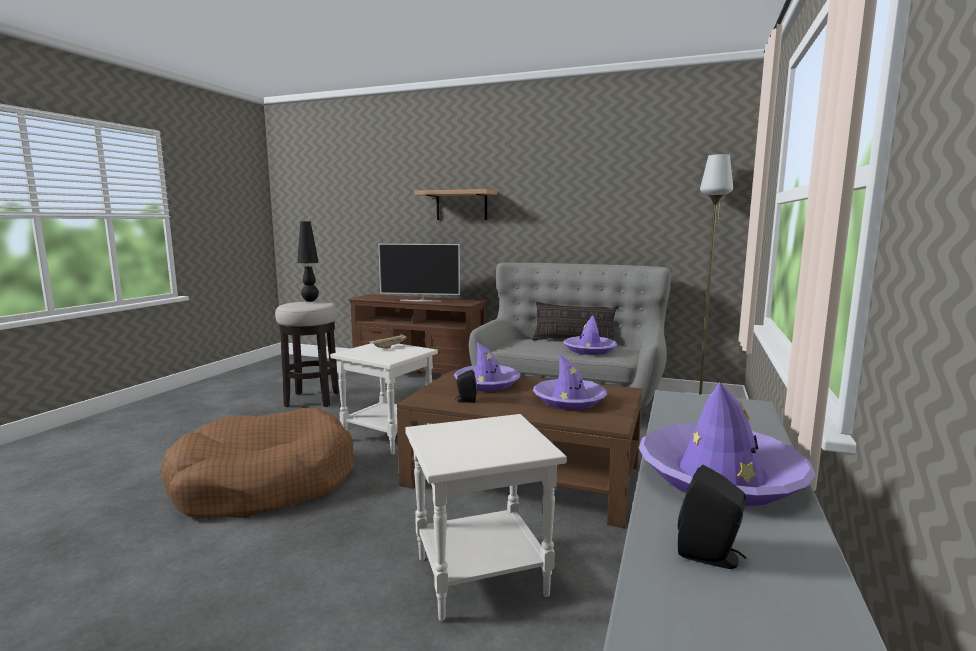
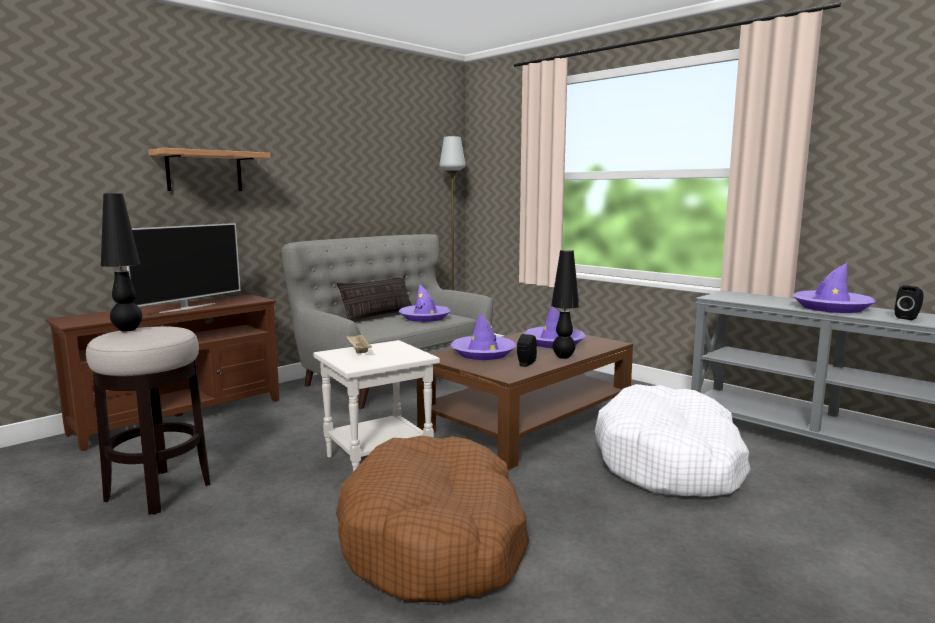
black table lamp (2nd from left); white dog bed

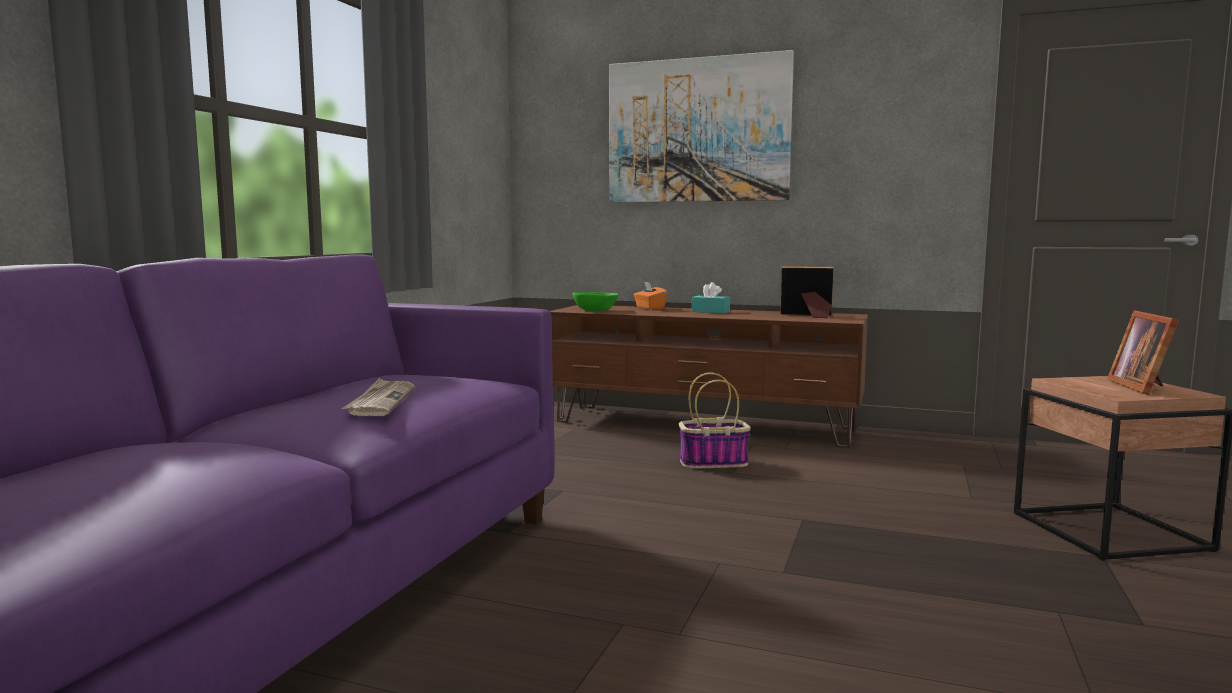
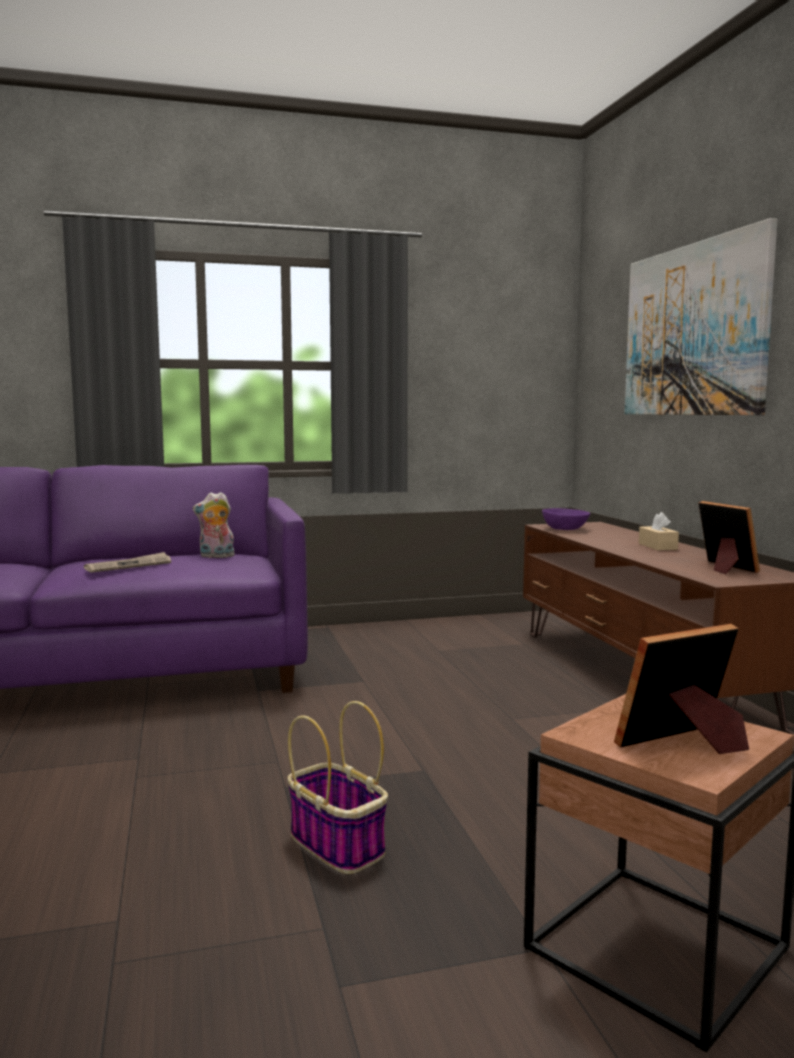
orange tissue box; plush toy; basket; purple bowl; beige tissue box

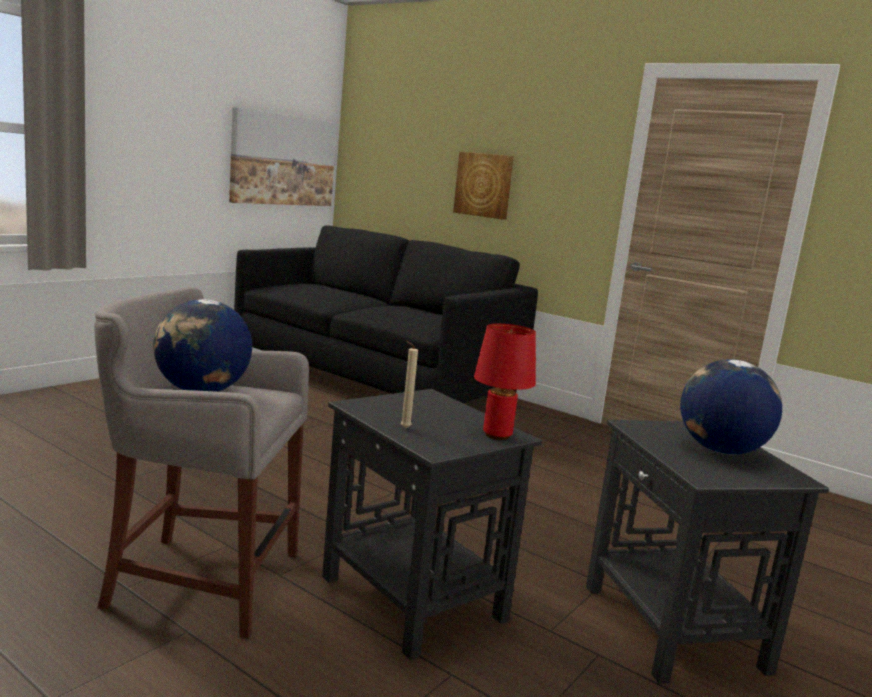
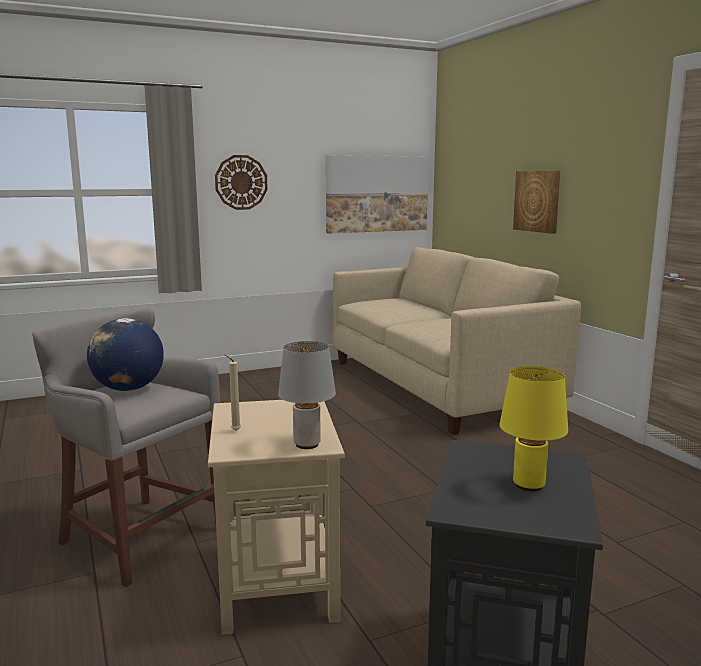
wall clock; yellow table lamp; beige sofa; beige side table; grey table lamp

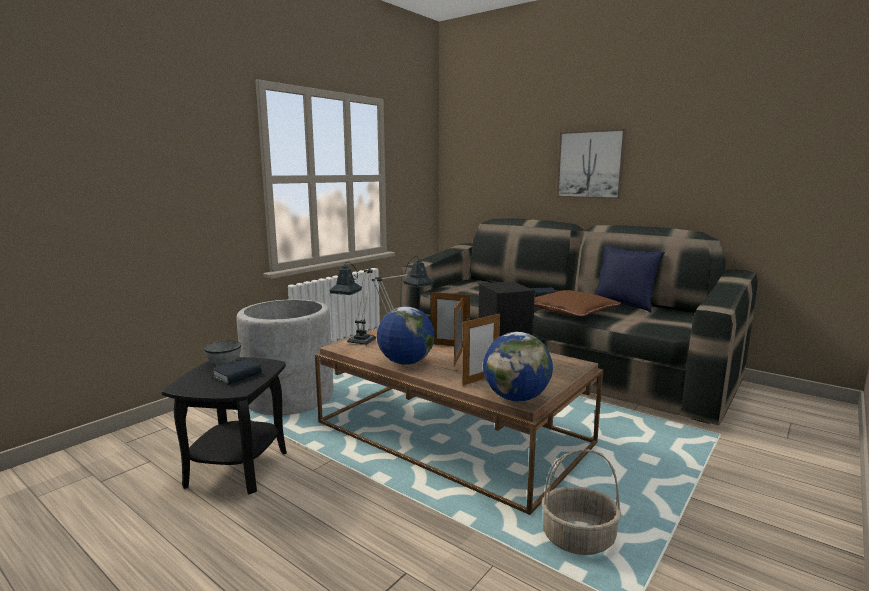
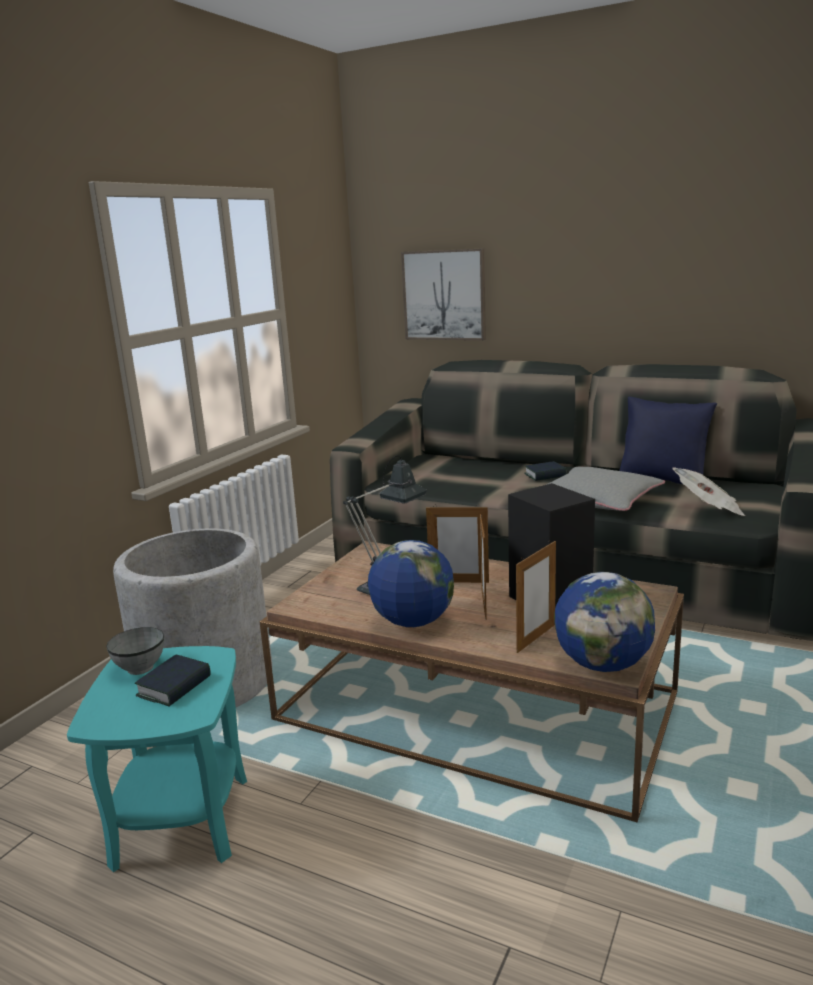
table lamp (1st from left in the first image); basket; newspaper; picture; turquoise side table; grey pillow

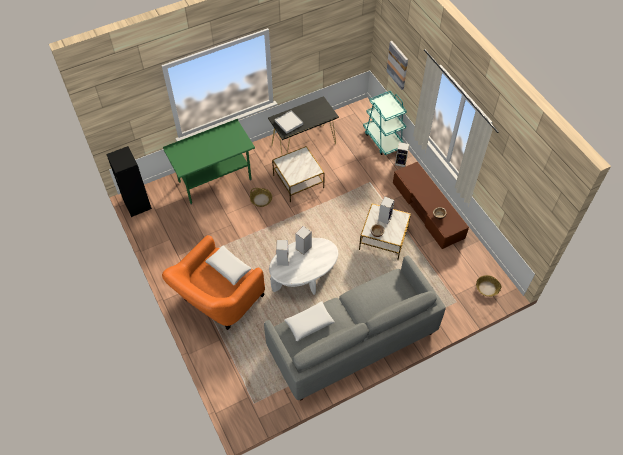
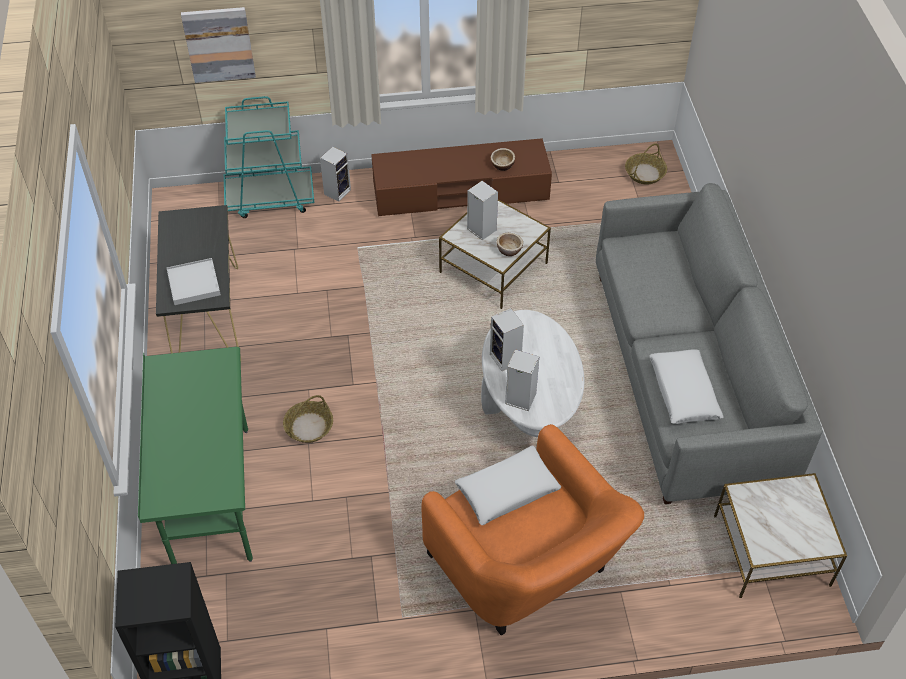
side table (2nd from left)

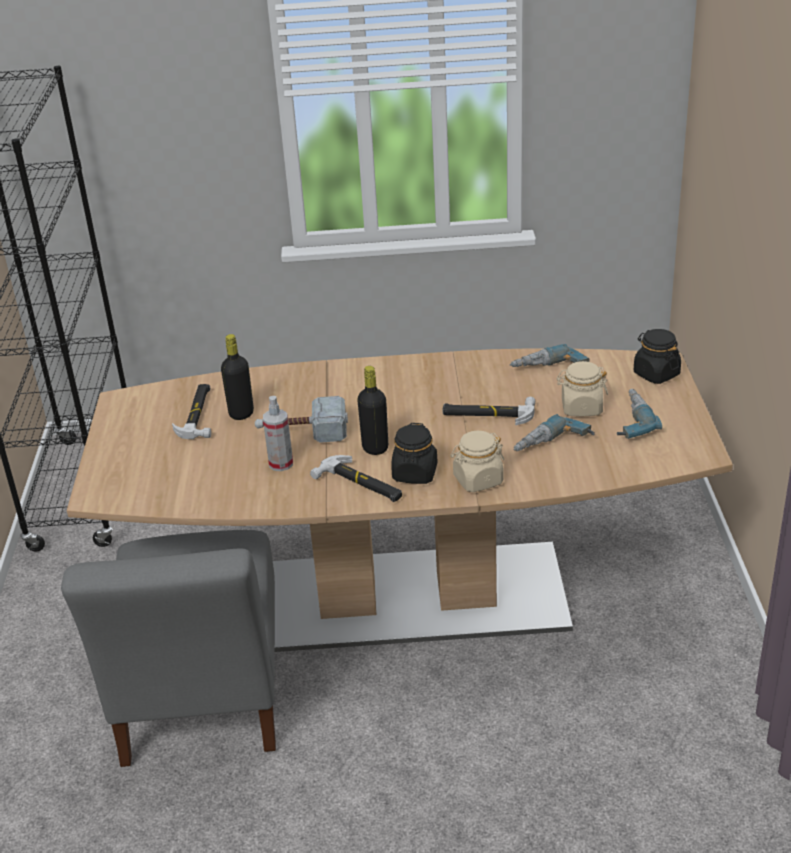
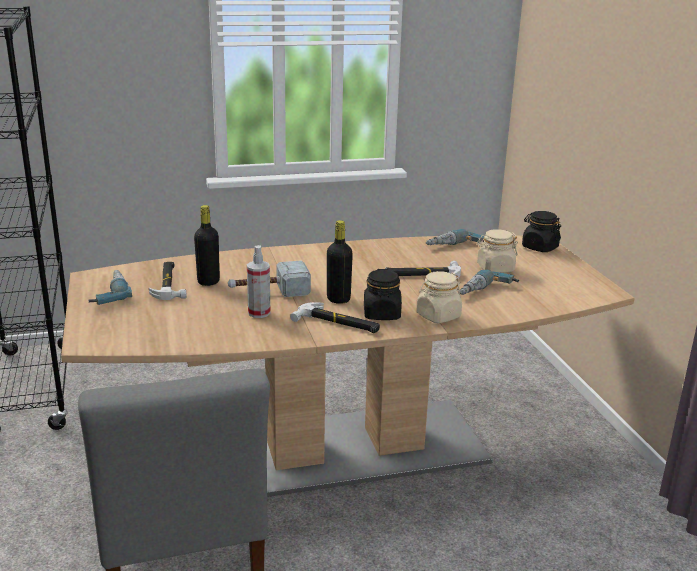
power drill (1st from left)

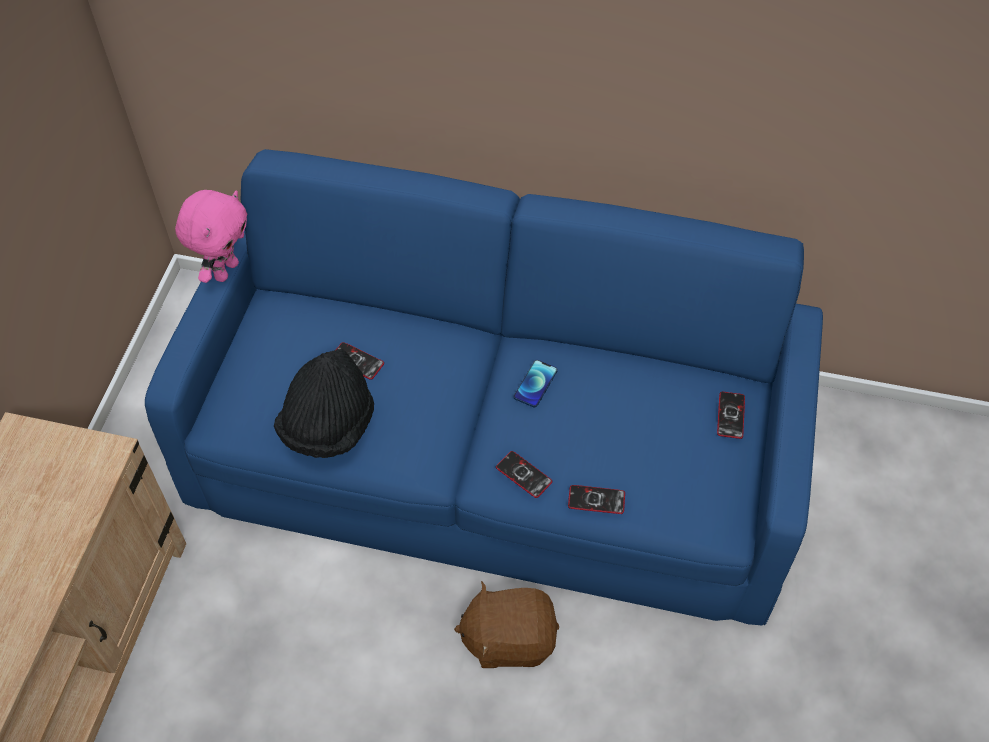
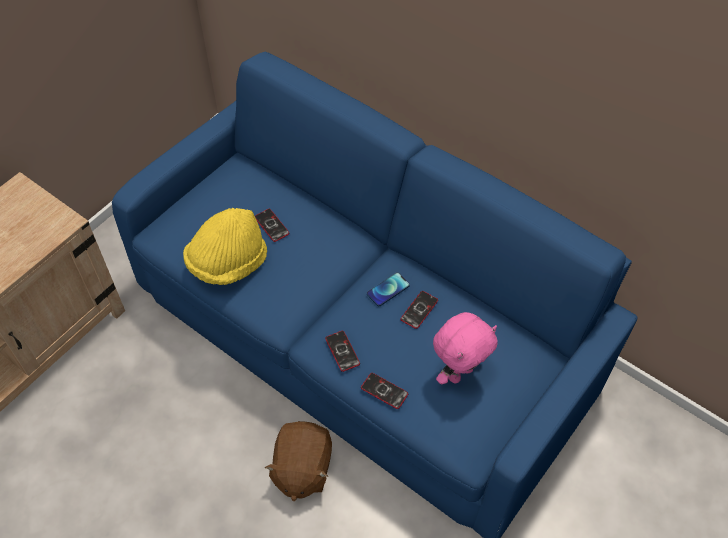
pink plush toy; phone (5th from left); yellow hat; brown plush toy

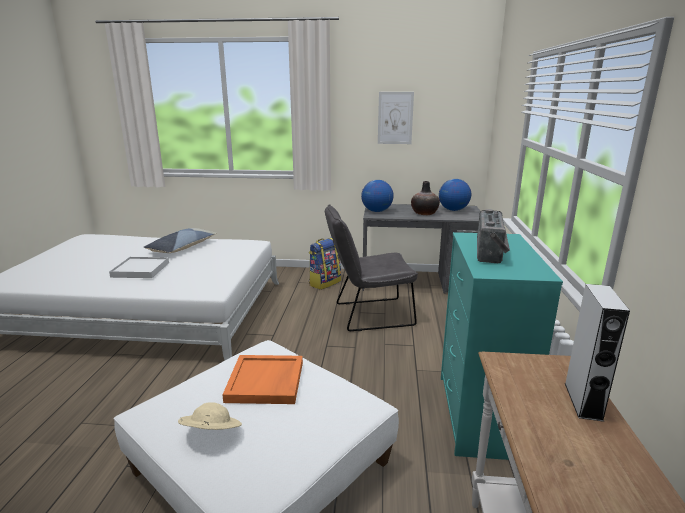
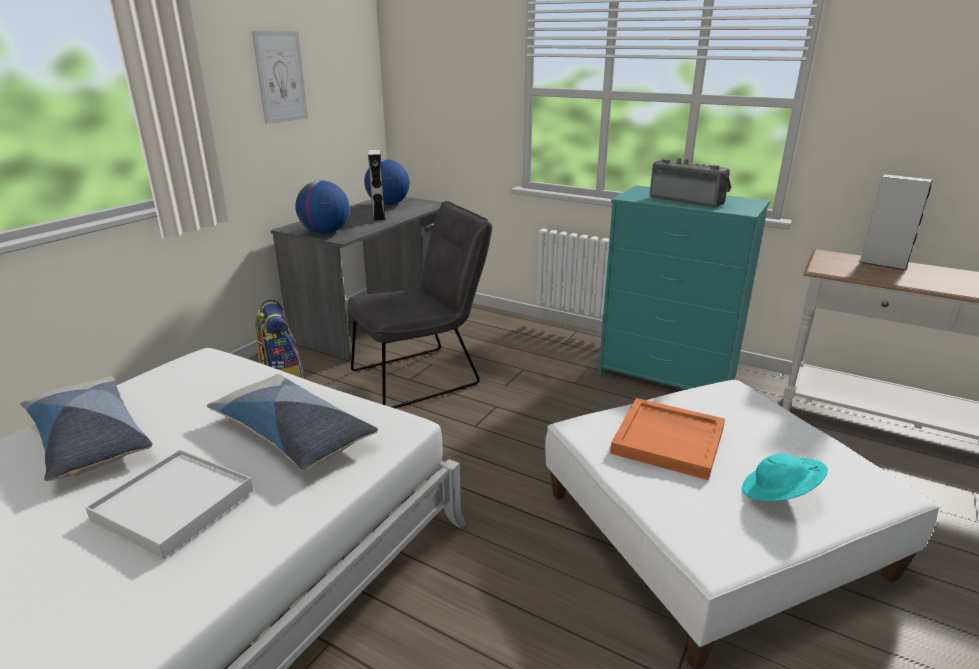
pillow (2nd from left); grey speaker (1st from left); turquoise hat; grey chair

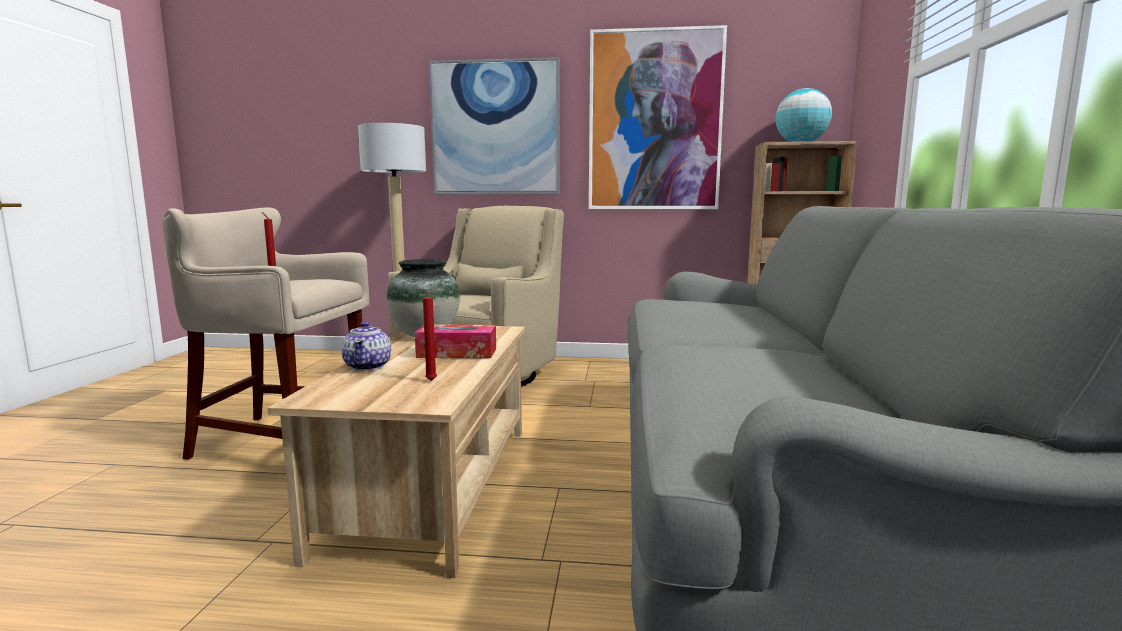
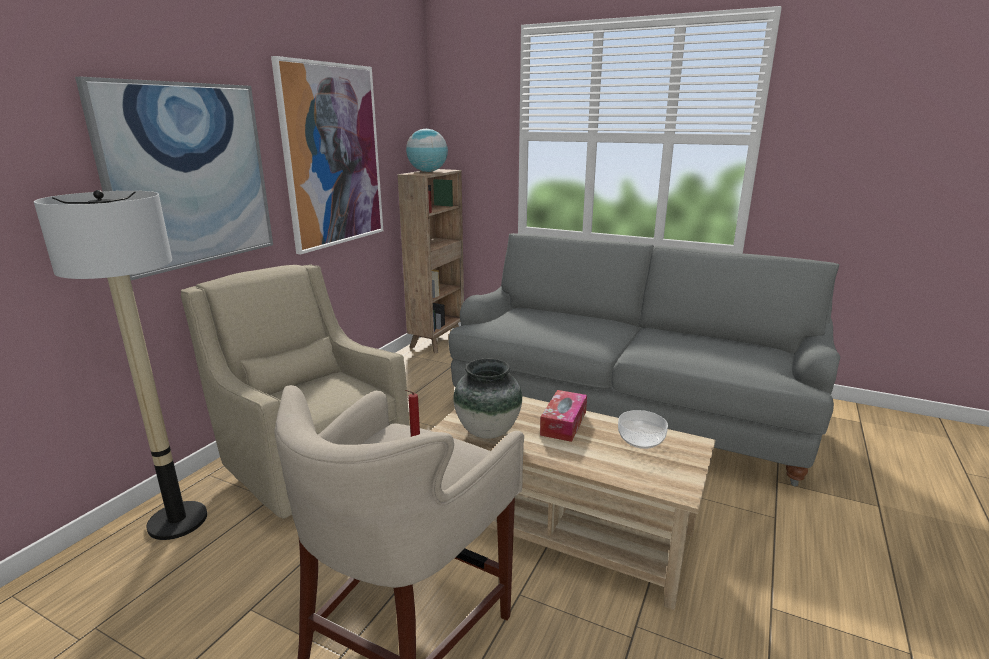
teapot; bowl

